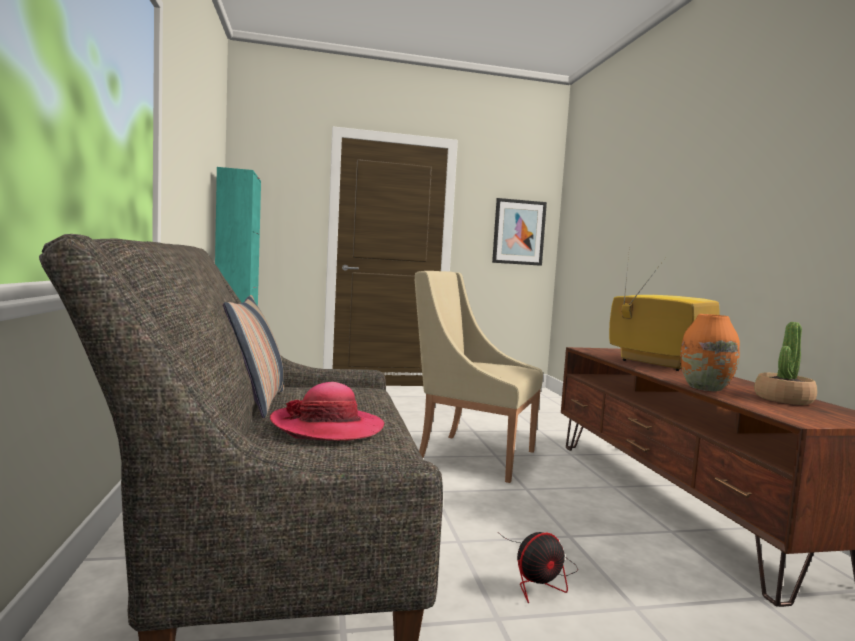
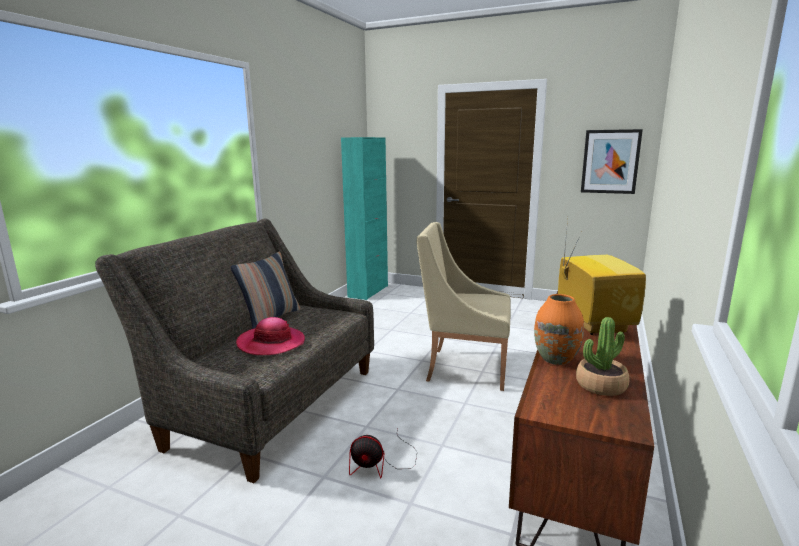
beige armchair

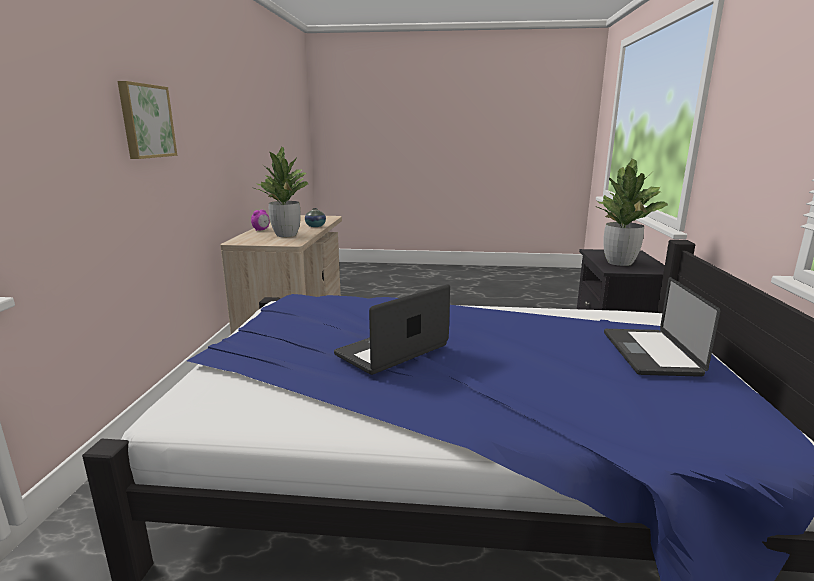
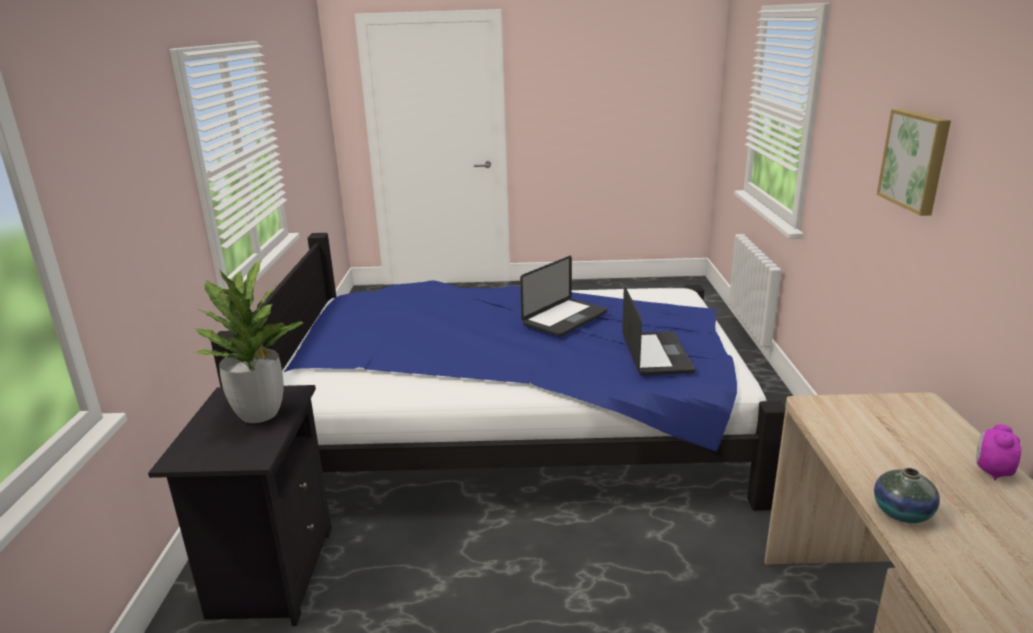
potted plant (1st from left in the first image); laptop (2nd from left)

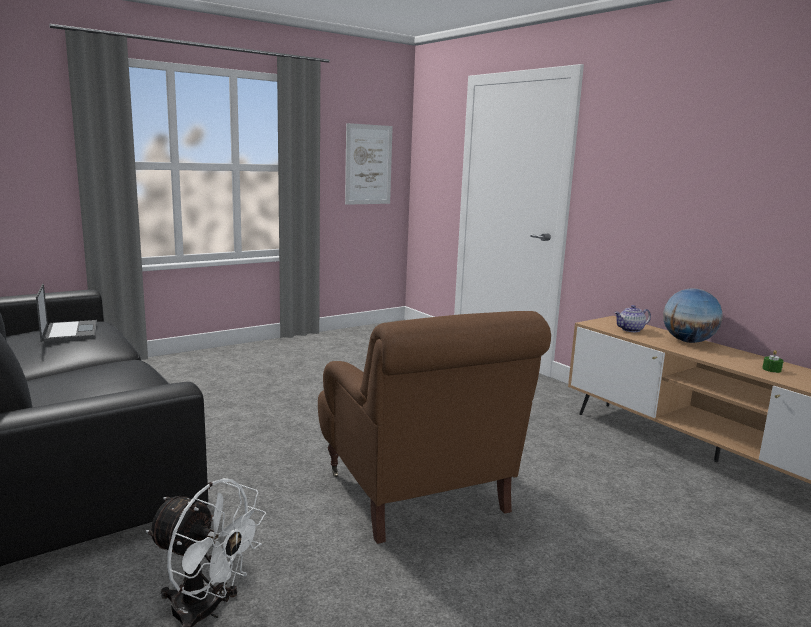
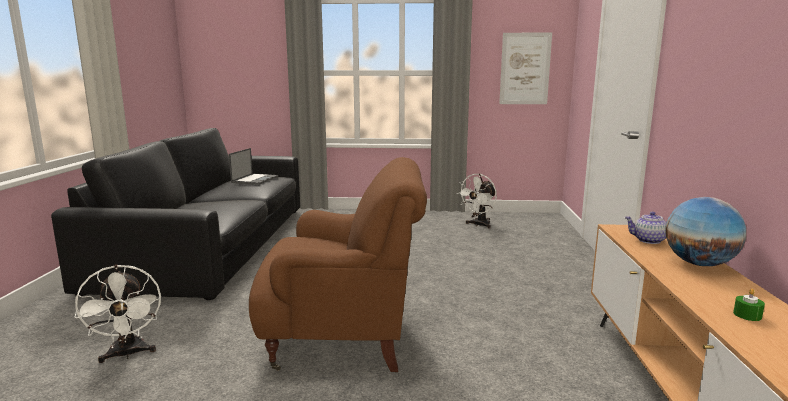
white fan (2nd from left); brown armchair

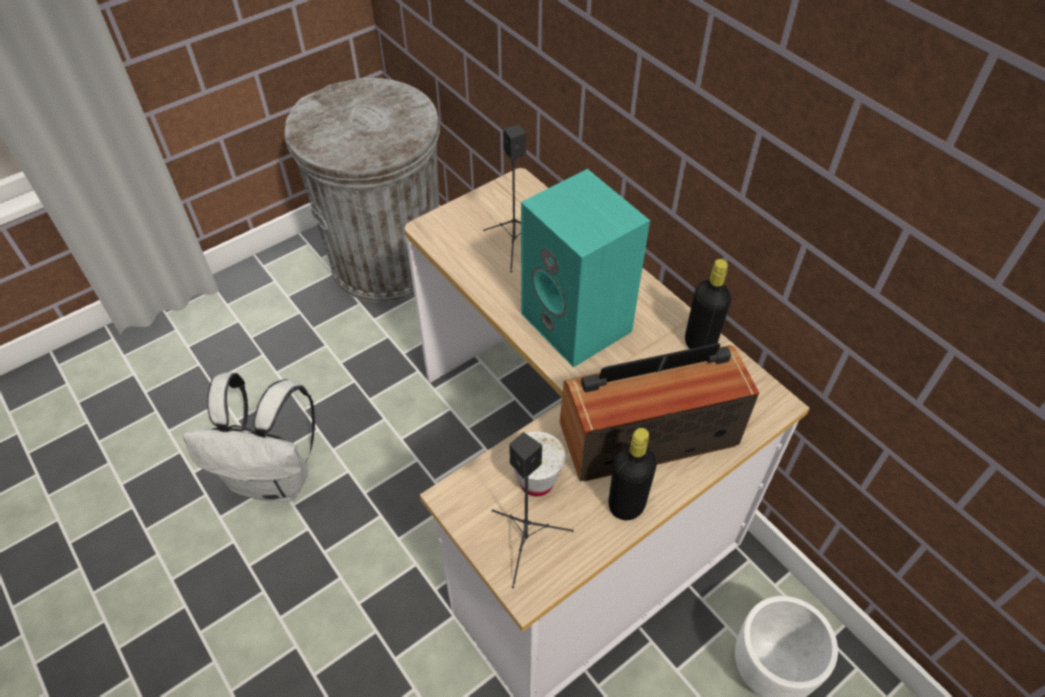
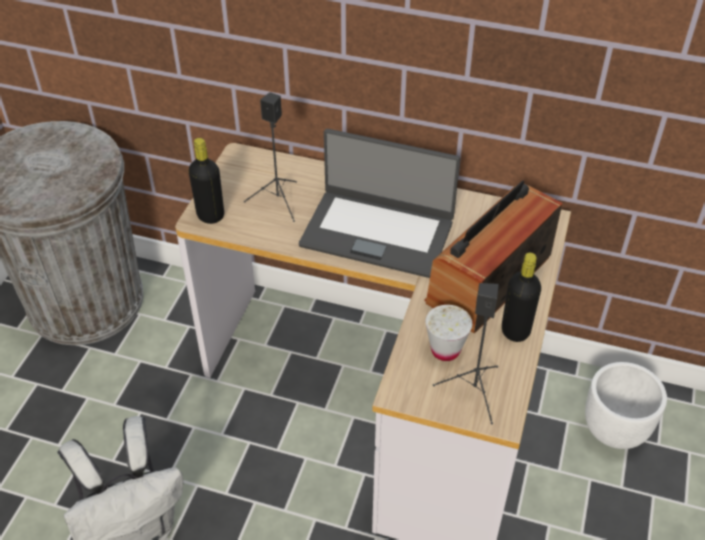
black bottle (1st from left); laptop

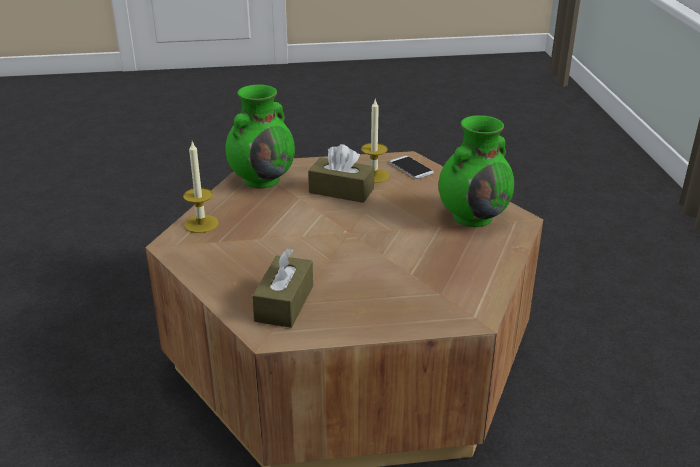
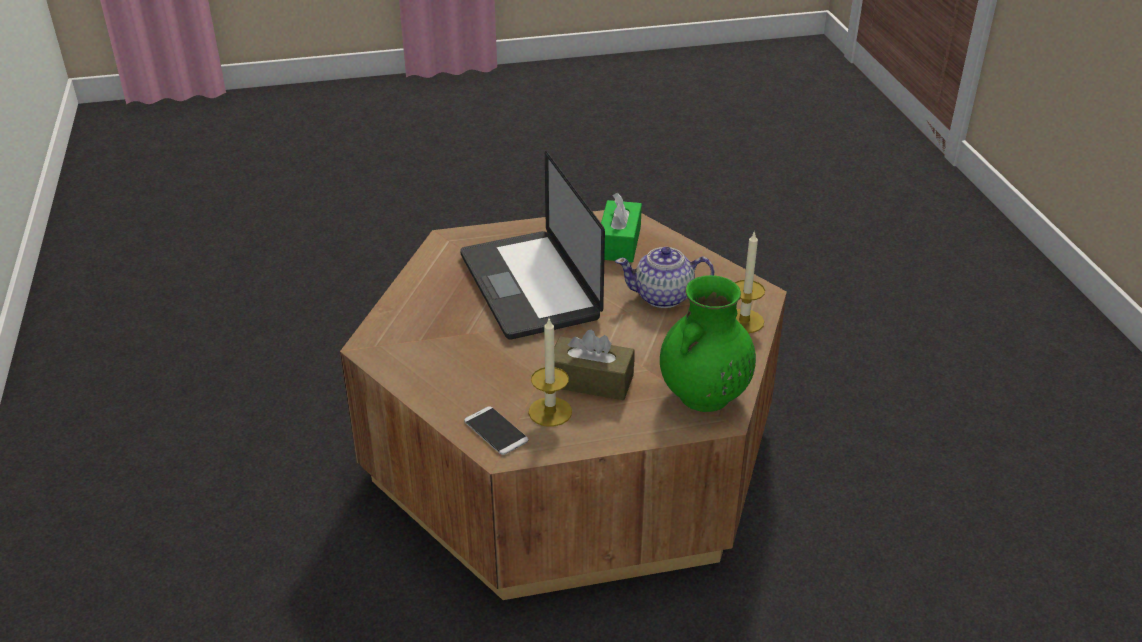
green vase (2nd from left in the first image); laptop; teapot; green tissue box

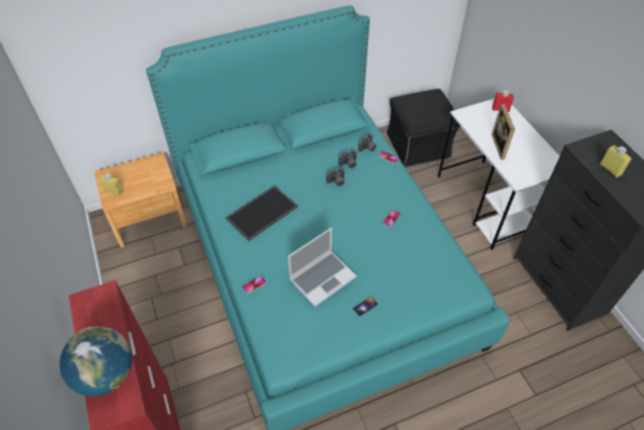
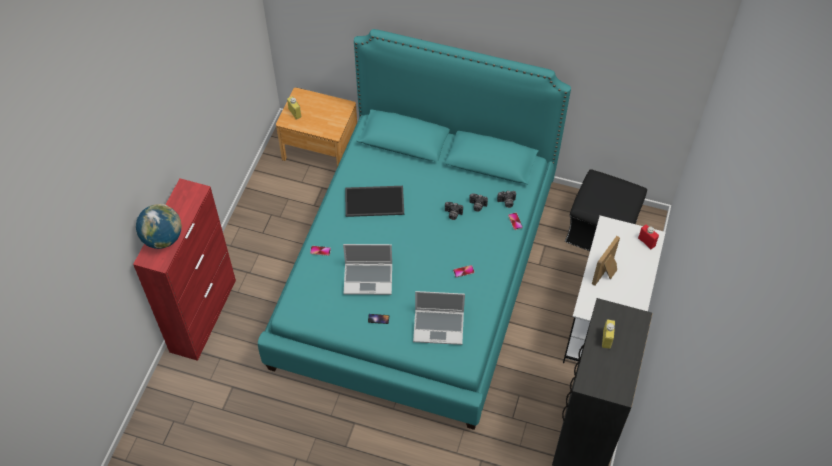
laptop (2nd from left)

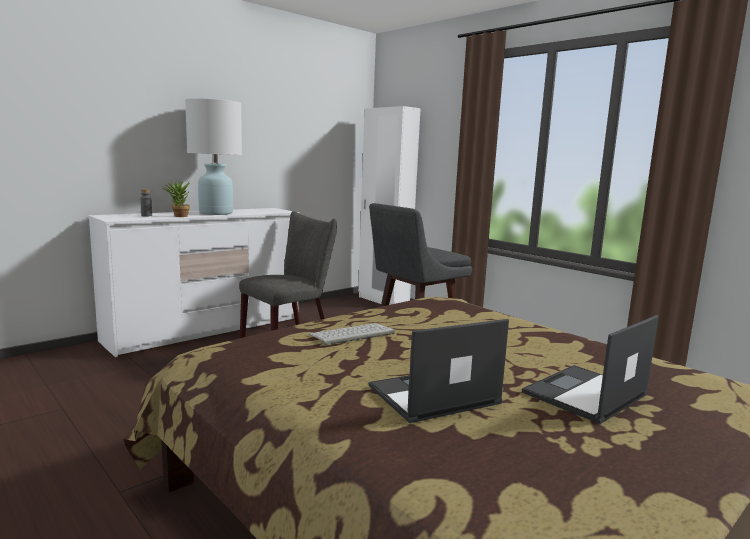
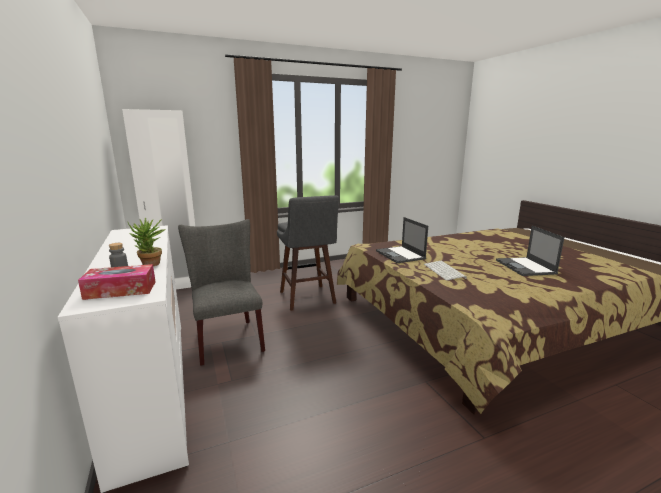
white table lamp; tissue box; laptop (1st from left)

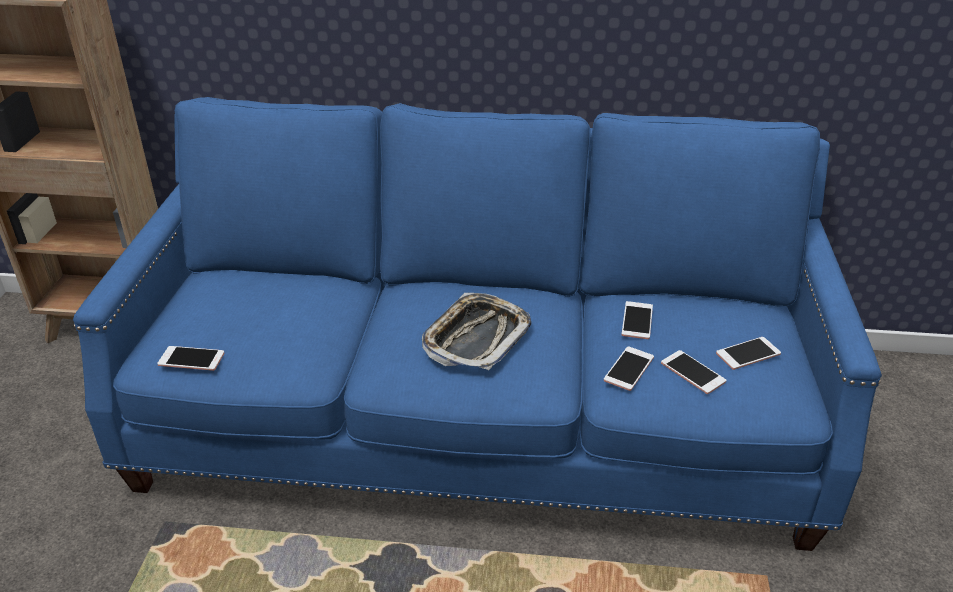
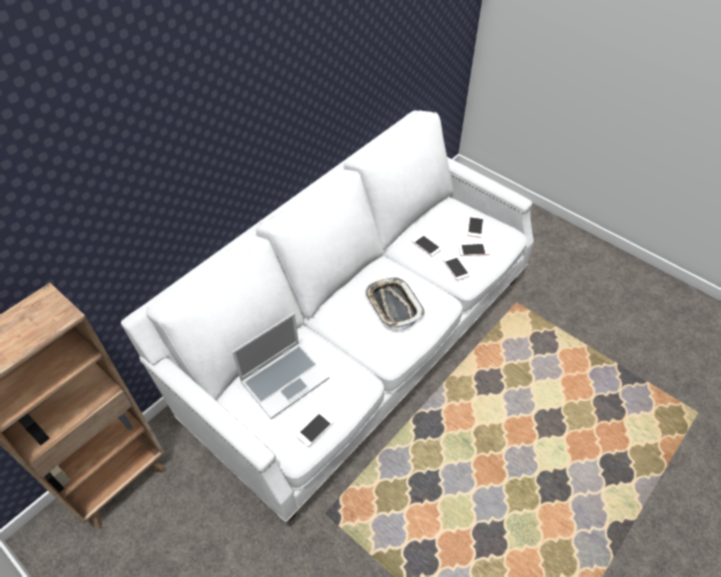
laptop; white sofa

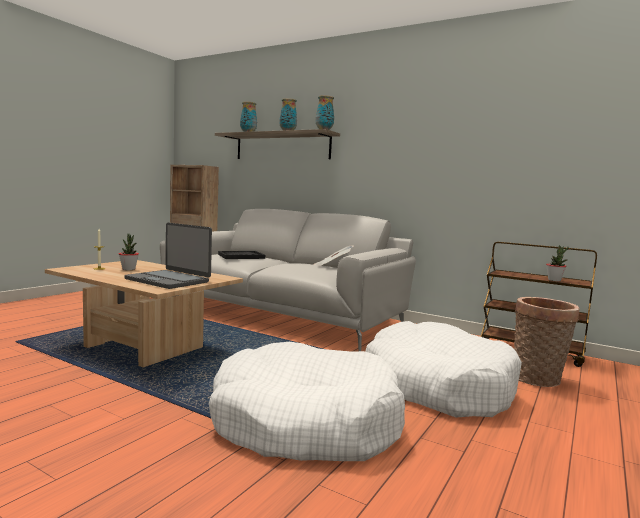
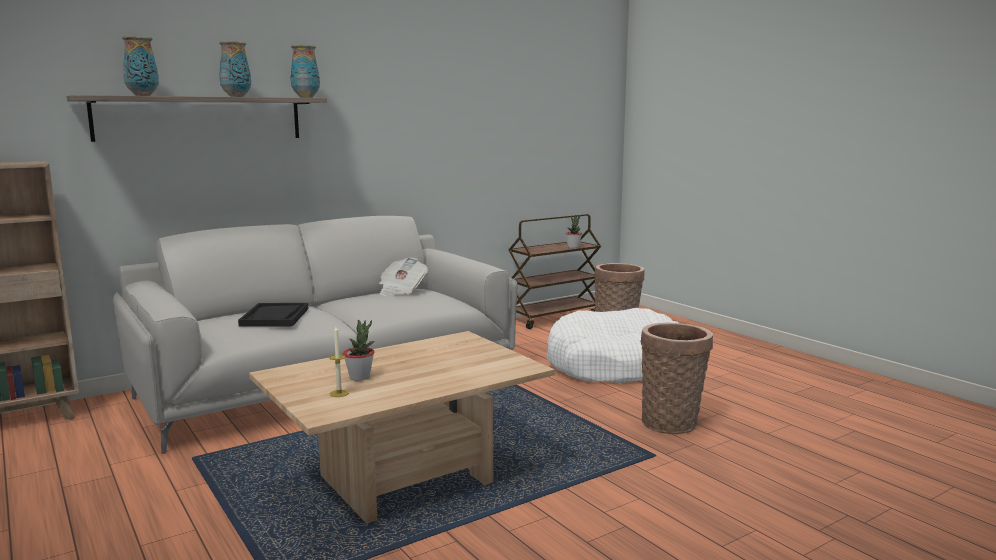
laptop; basket (2nd from left)

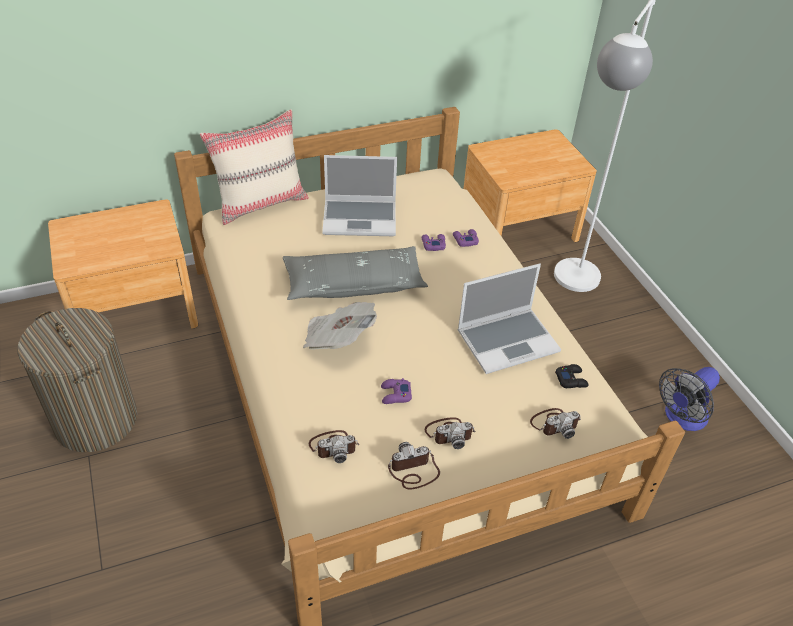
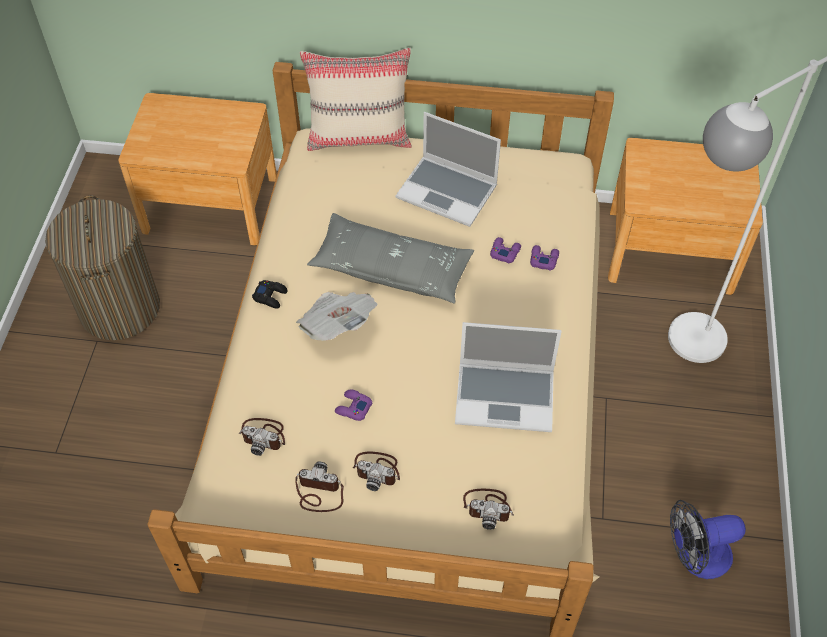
black game controller

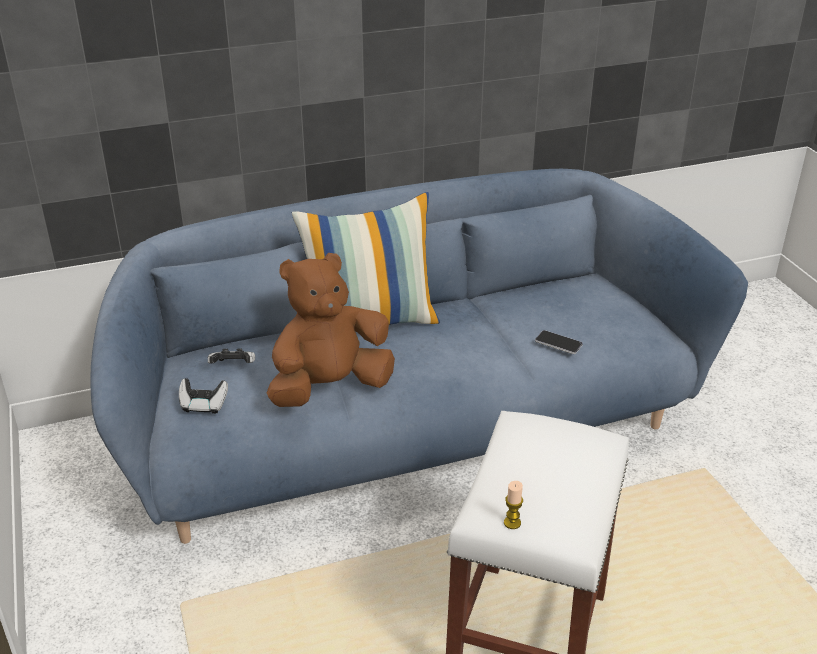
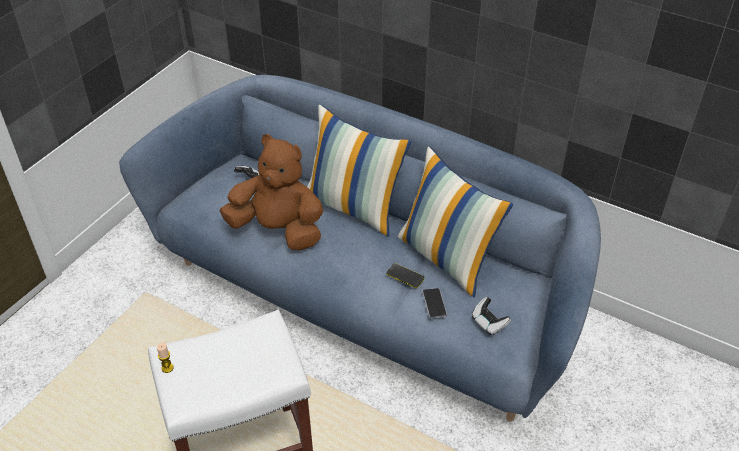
phone (1st from left); pillow (2nd from left); game controller (2nd from left)

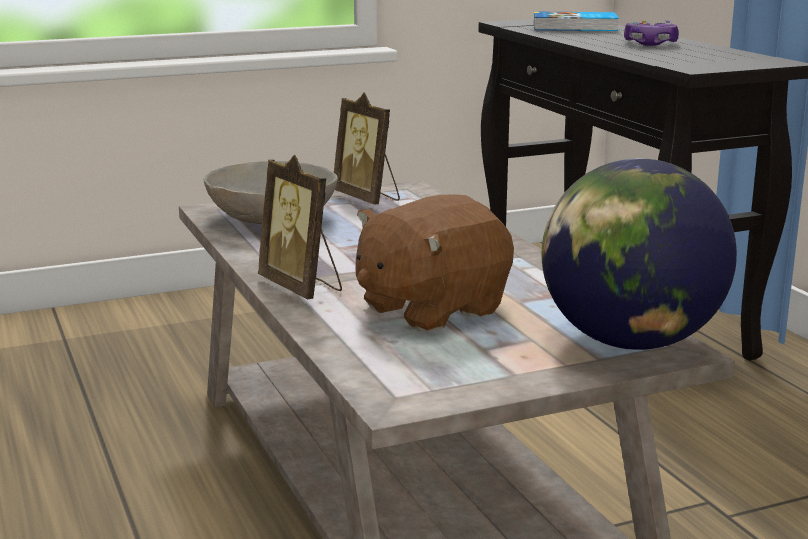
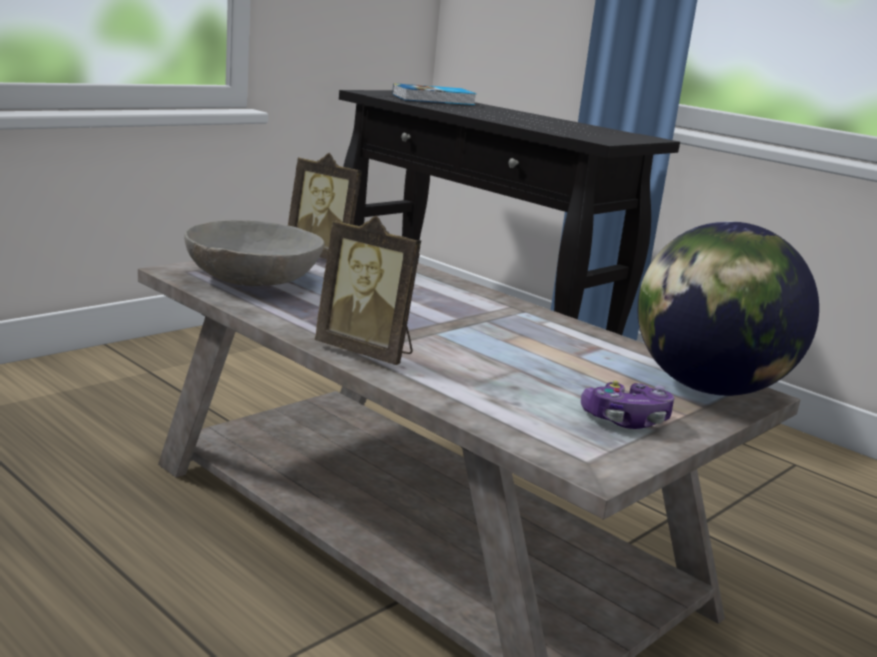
brown plush toy; game controller

